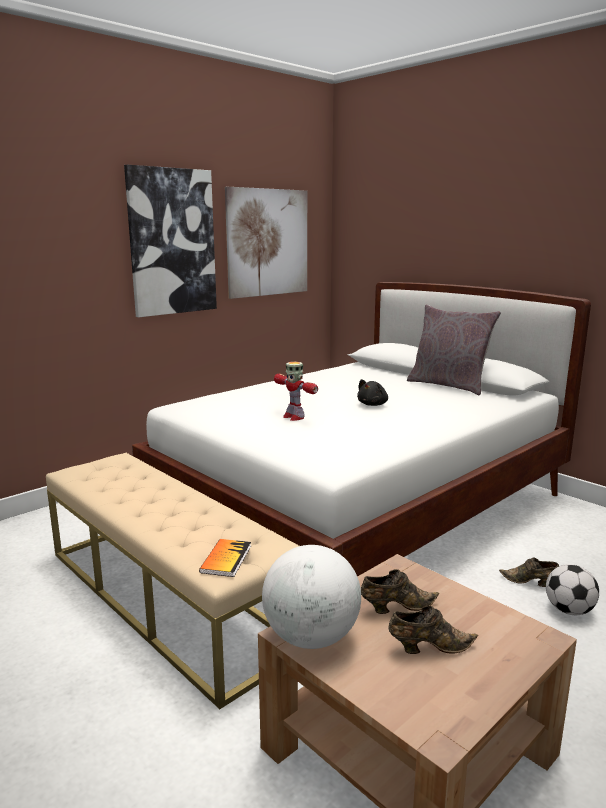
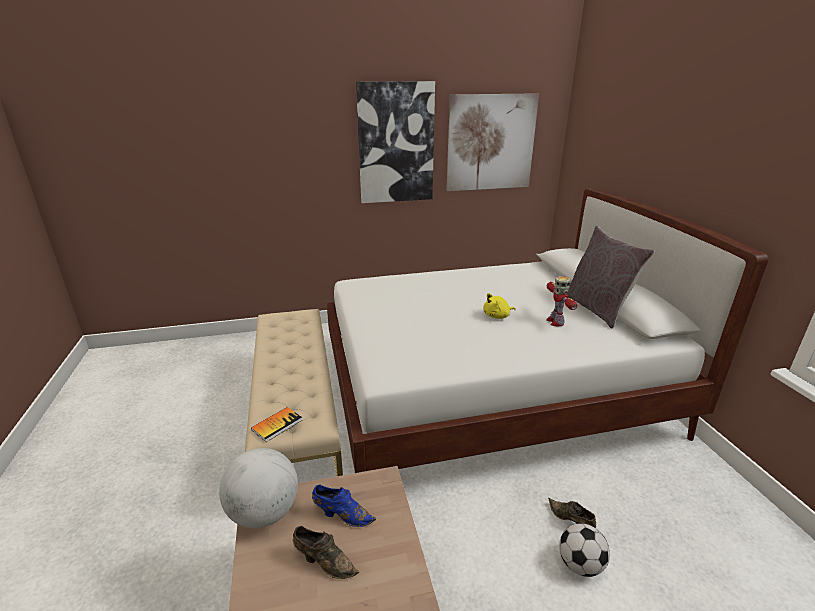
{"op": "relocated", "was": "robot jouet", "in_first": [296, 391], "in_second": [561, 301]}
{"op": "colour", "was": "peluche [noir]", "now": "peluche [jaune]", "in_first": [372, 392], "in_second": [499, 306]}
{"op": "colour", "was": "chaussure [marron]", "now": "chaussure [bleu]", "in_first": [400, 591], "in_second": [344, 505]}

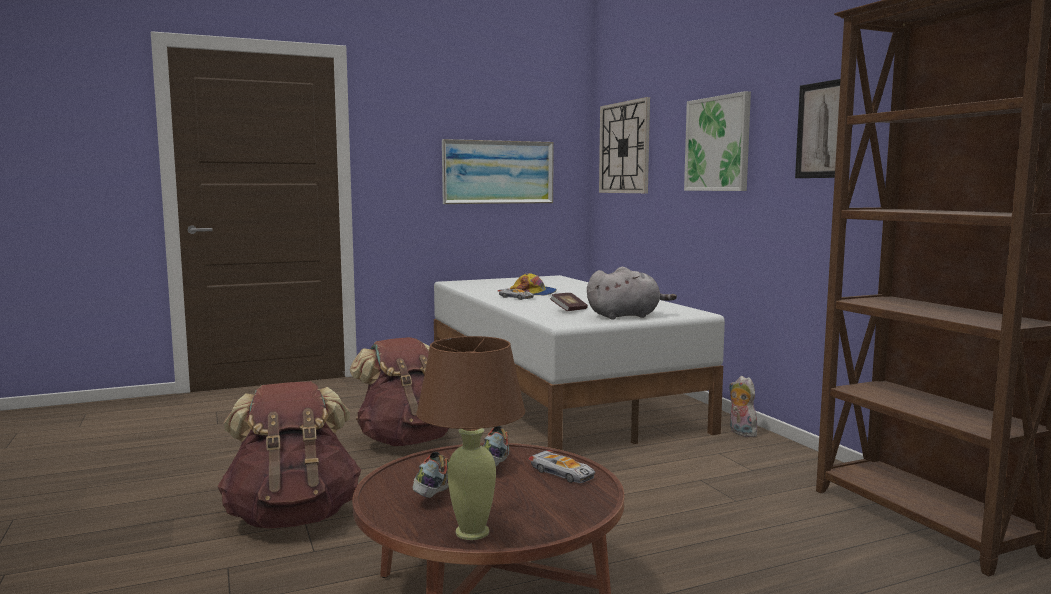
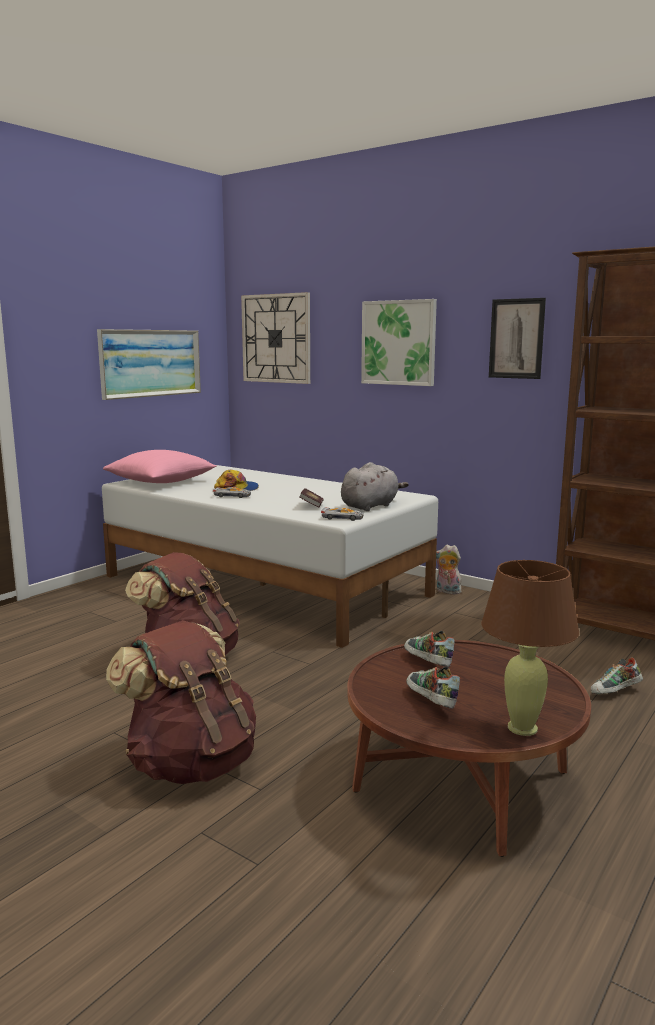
{"op": "relocated", "was": "petite voiture", "in_first": [561, 466], "in_second": [342, 514]}
{"op": "appeared", "now": "coussin [rose]", "in_second": [160, 466]}
{"op": "appeared", "now": "chaussure", "in_second": [617, 675]}

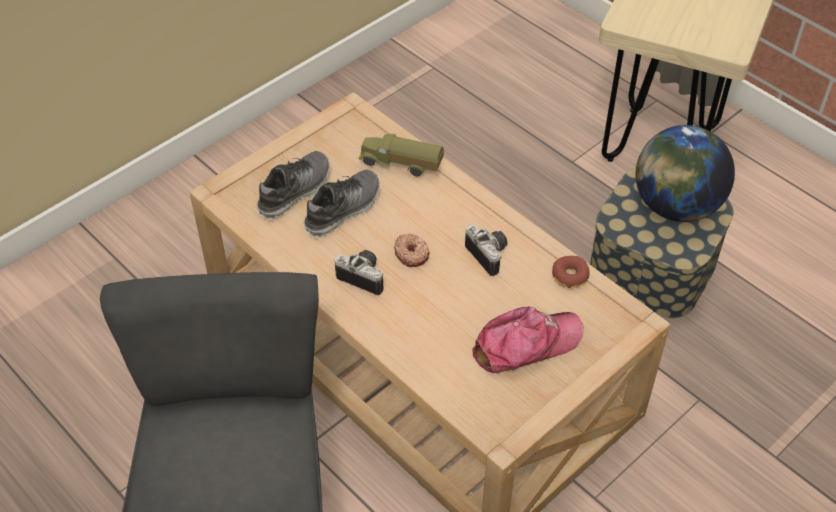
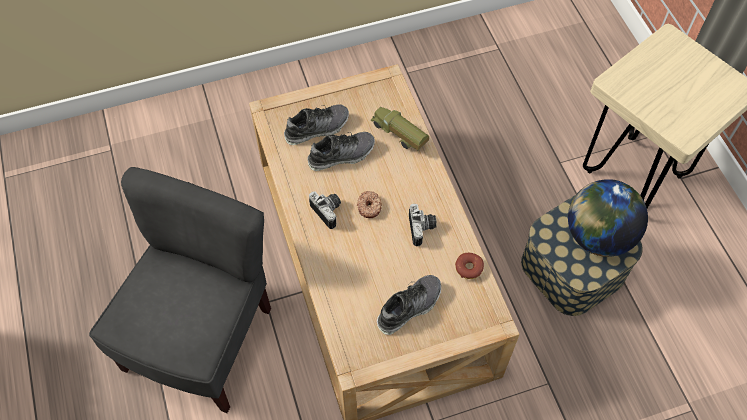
{"op": "exchanged", "was": "casquette", "now": "chaussure", "in_first": [528, 340], "in_second": [409, 305]}

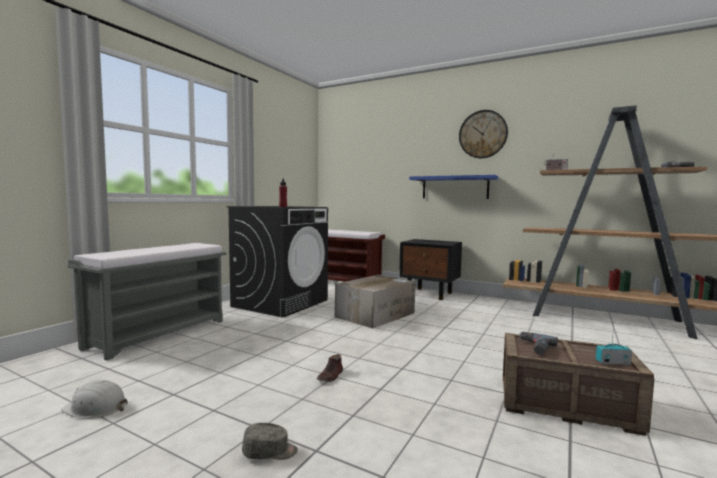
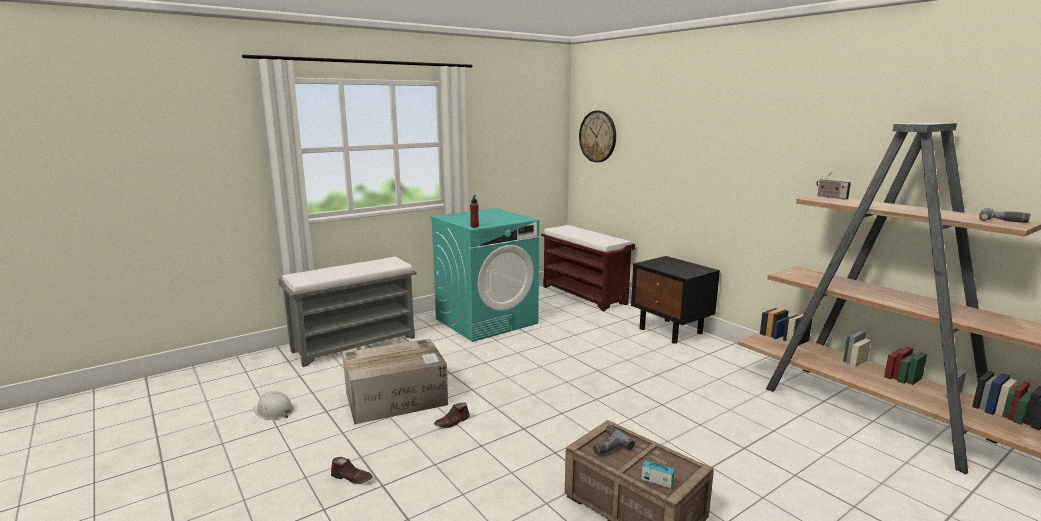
{"op": "colour", "was": "lave-linge [noir]", "now": "lave-linge [turquoise]", "in_first": [277, 262], "in_second": [484, 275]}
{"op": "exchanged", "was": "casquette [gris]", "now": "chaussure [marron]", "in_first": [270, 441], "in_second": [352, 470]}
{"op": "relocated", "was": "carton", "in_first": [375, 302], "in_second": [395, 381]}
{"op": "missing", "was": "étagère [bleu]", "in_first": [454, 187]}
{"op": "relocated", "was": "horloge murale", "in_first": [483, 134], "in_second": [597, 136]}

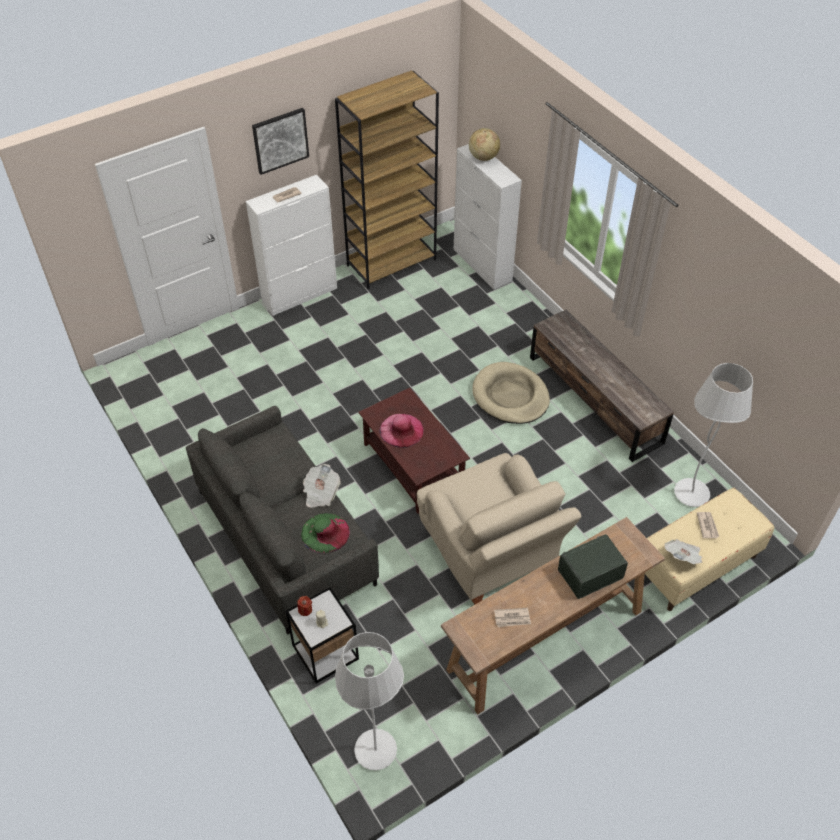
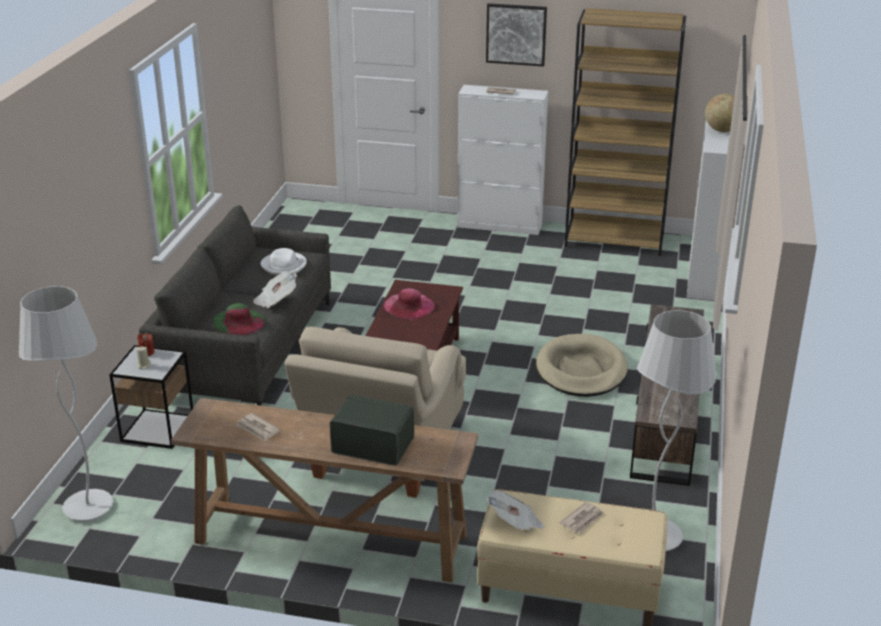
{"op": "appeared", "now": "chapeau [blanc]", "in_second": [284, 261]}

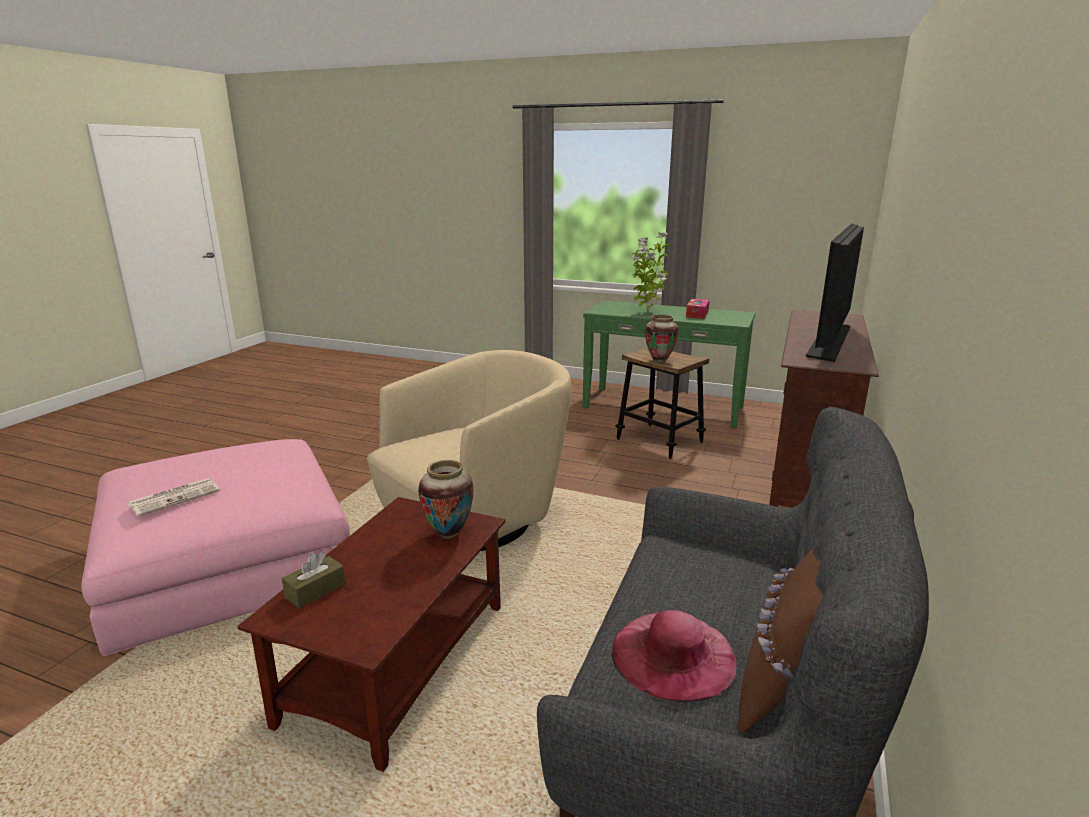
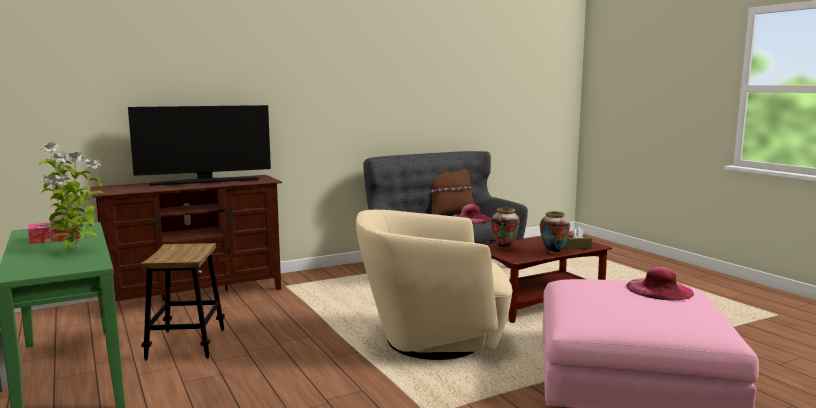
{"op": "exchanged", "was": "journal", "now": "chapeau [rose]", "in_first": [174, 497], "in_second": [660, 283]}
{"op": "relocated", "was": "vase", "in_first": [662, 338], "in_second": [555, 232]}

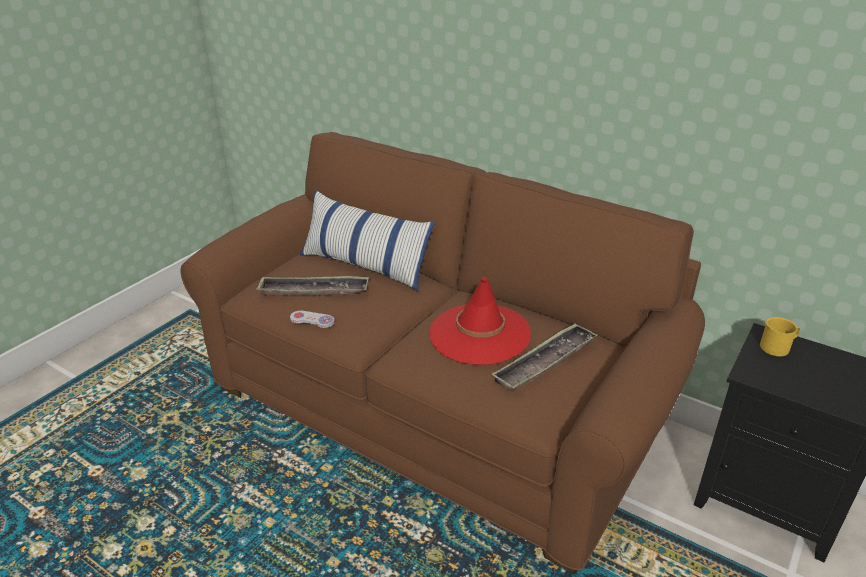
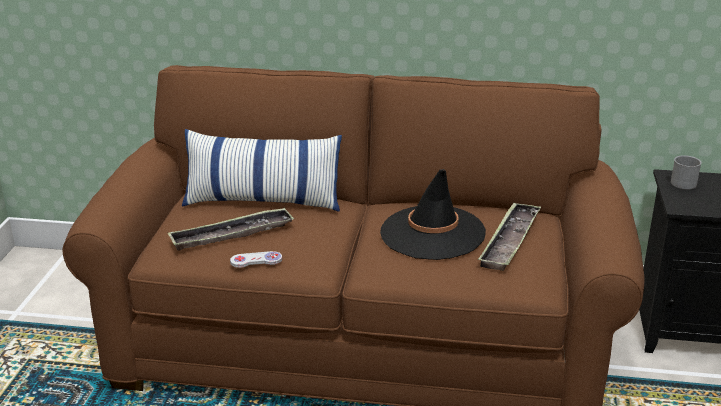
{"op": "colour", "was": "chapeau [rouge]", "now": "chapeau [noir]", "in_first": [480, 321], "in_second": [433, 214]}
{"op": "colour", "was": "mug [jaune]", "now": "mug [gris]", "in_first": [780, 337], "in_second": [686, 172]}

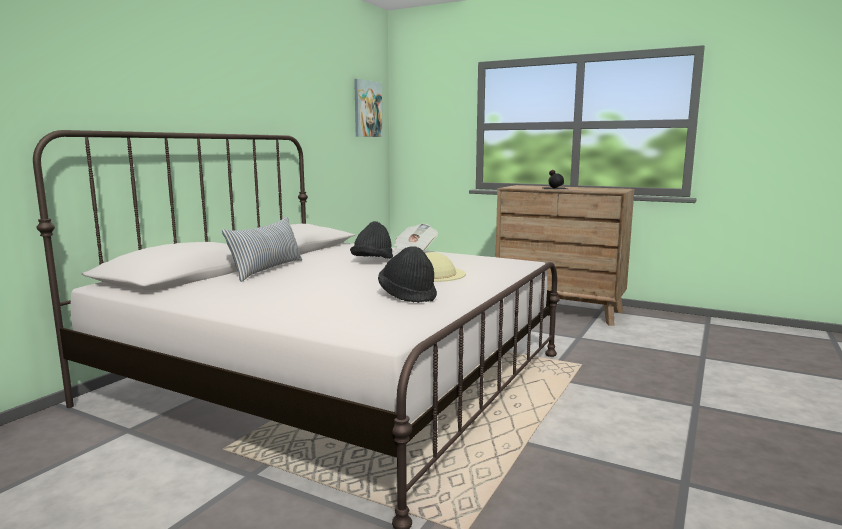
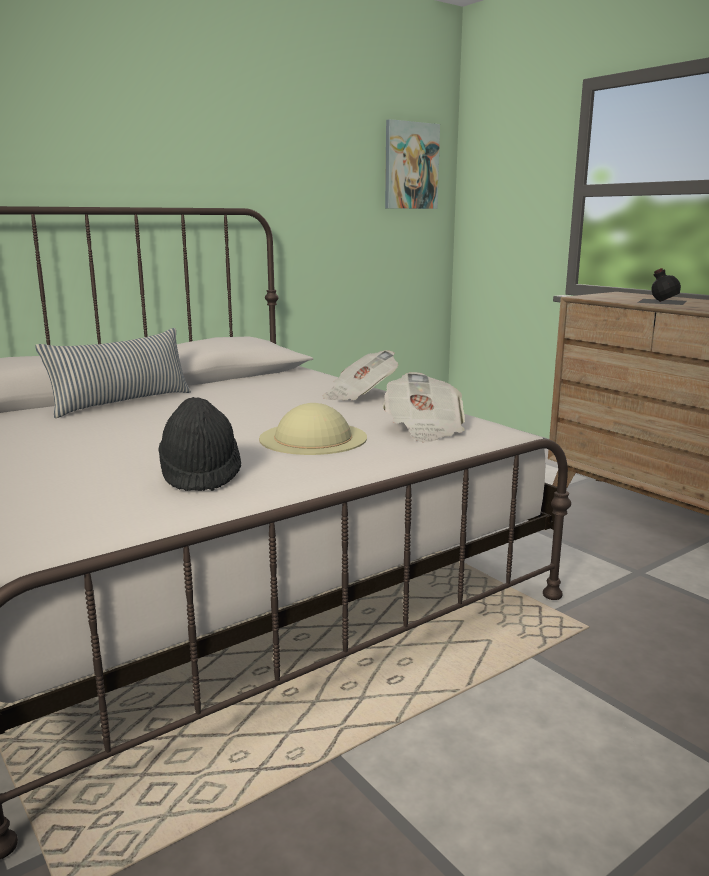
{"op": "missing", "was": "chapeau [noir]", "in_first": [371, 240]}
{"op": "appeared", "now": "journal", "in_second": [424, 407]}

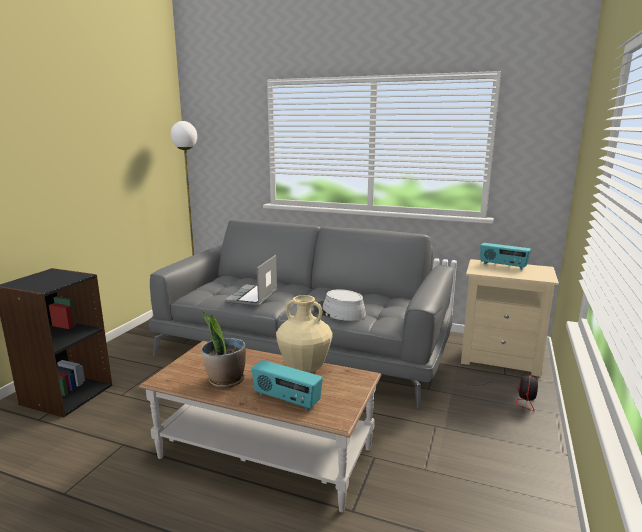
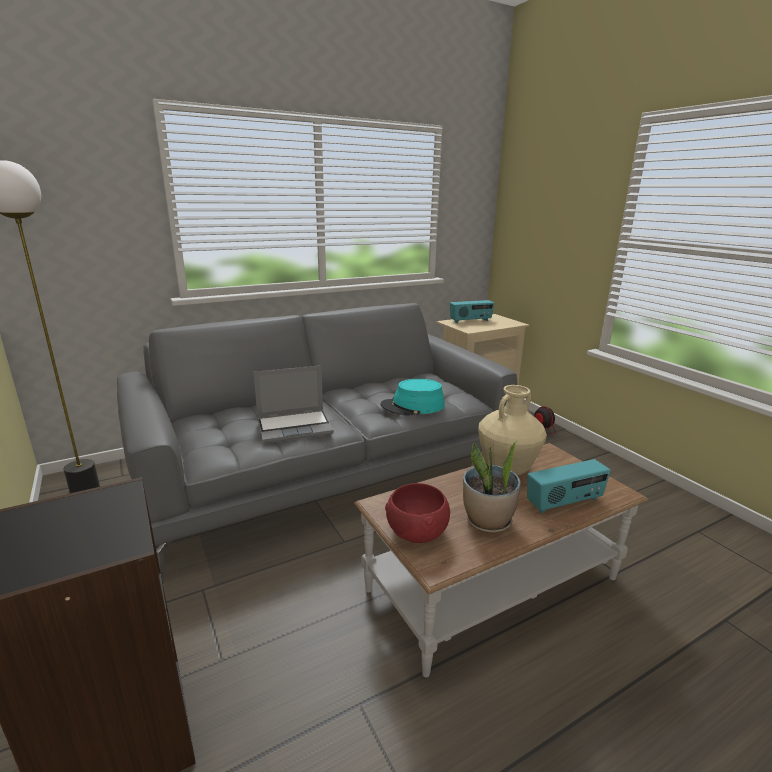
{"op": "spun", "was": "ordinateur portable", "in_first": [251, 280], "in_second": [293, 404], "clockwise": -75}
{"op": "colour", "was": "chapeau [gris]", "now": "chapeau [turquoise]", "in_first": [339, 305], "in_second": [412, 397]}
{"op": "appeared", "now": "bol [rouge]", "in_second": [417, 513]}

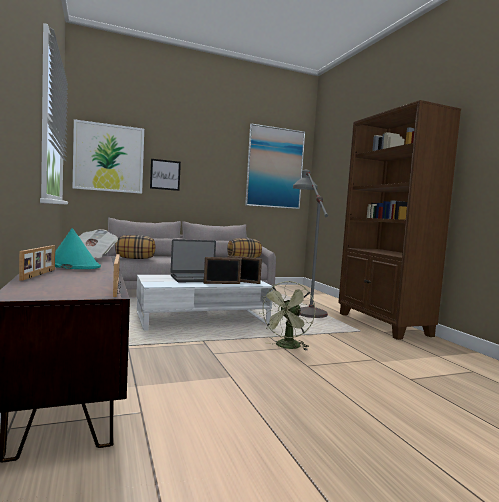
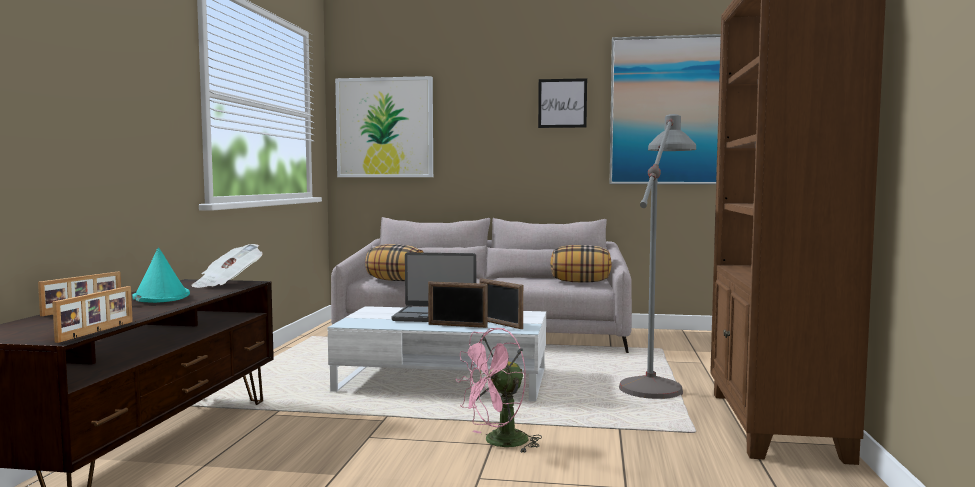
{"op": "relocated", "was": "tableau", "in_first": [165, 175], "in_second": [562, 103]}
{"op": "colour", "was": "ventilateur [vert]", "now": "ventilateur [rose]", "in_first": [287, 316], "in_second": [499, 390]}

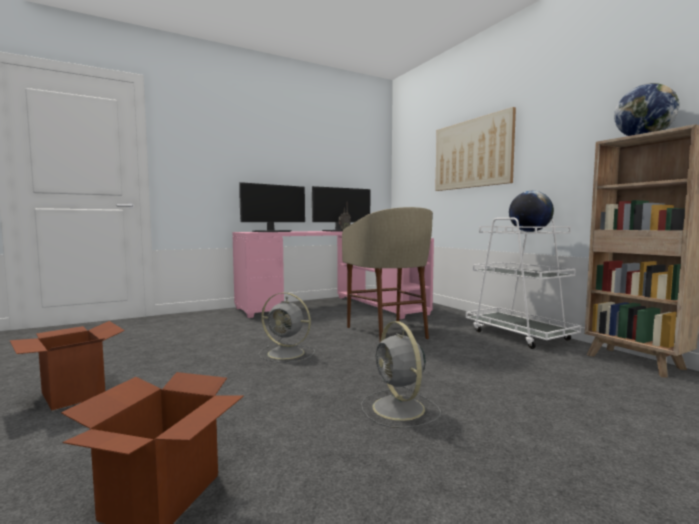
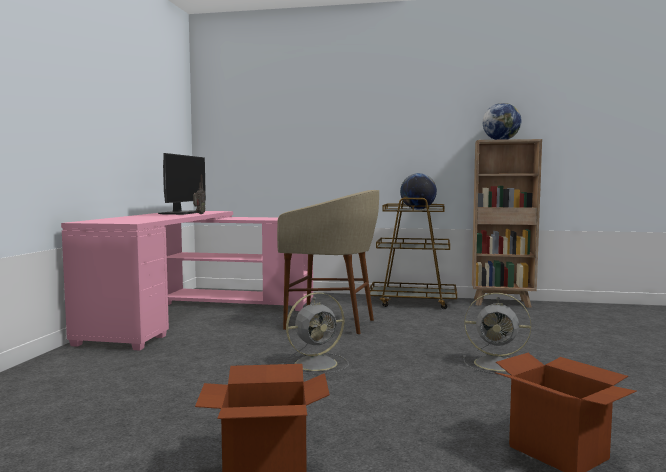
{"op": "missing", "was": "écran d'ordinateur", "in_first": [272, 207]}
{"op": "missing", "was": "tableau", "in_first": [475, 149]}
{"op": "colour", "was": "chariot [blanc]", "now": "chariot [marron]", "in_first": [523, 283], "in_second": [413, 253]}

